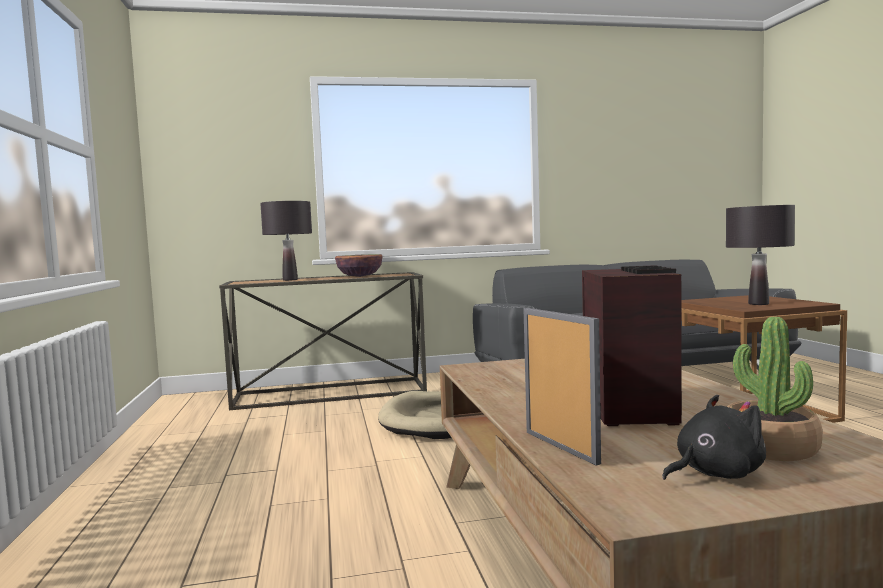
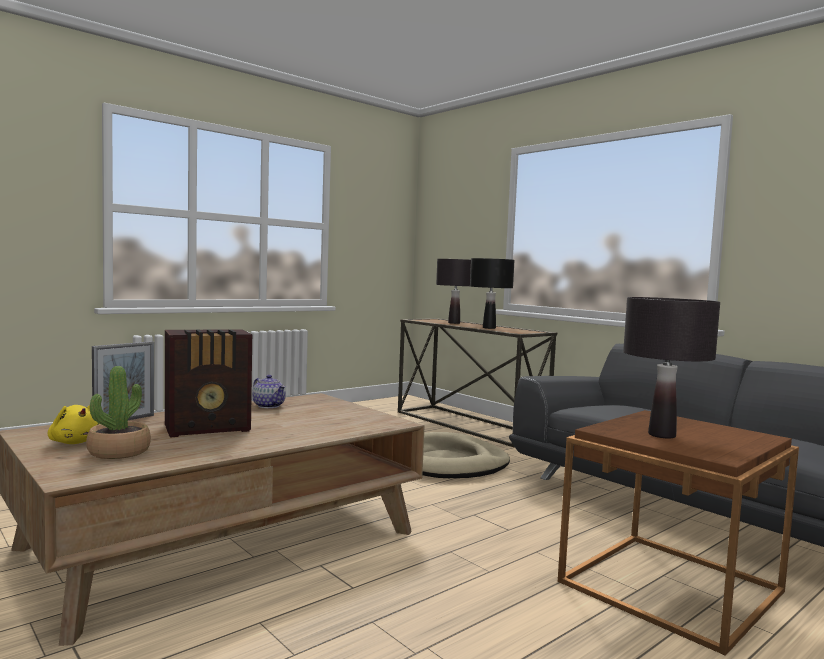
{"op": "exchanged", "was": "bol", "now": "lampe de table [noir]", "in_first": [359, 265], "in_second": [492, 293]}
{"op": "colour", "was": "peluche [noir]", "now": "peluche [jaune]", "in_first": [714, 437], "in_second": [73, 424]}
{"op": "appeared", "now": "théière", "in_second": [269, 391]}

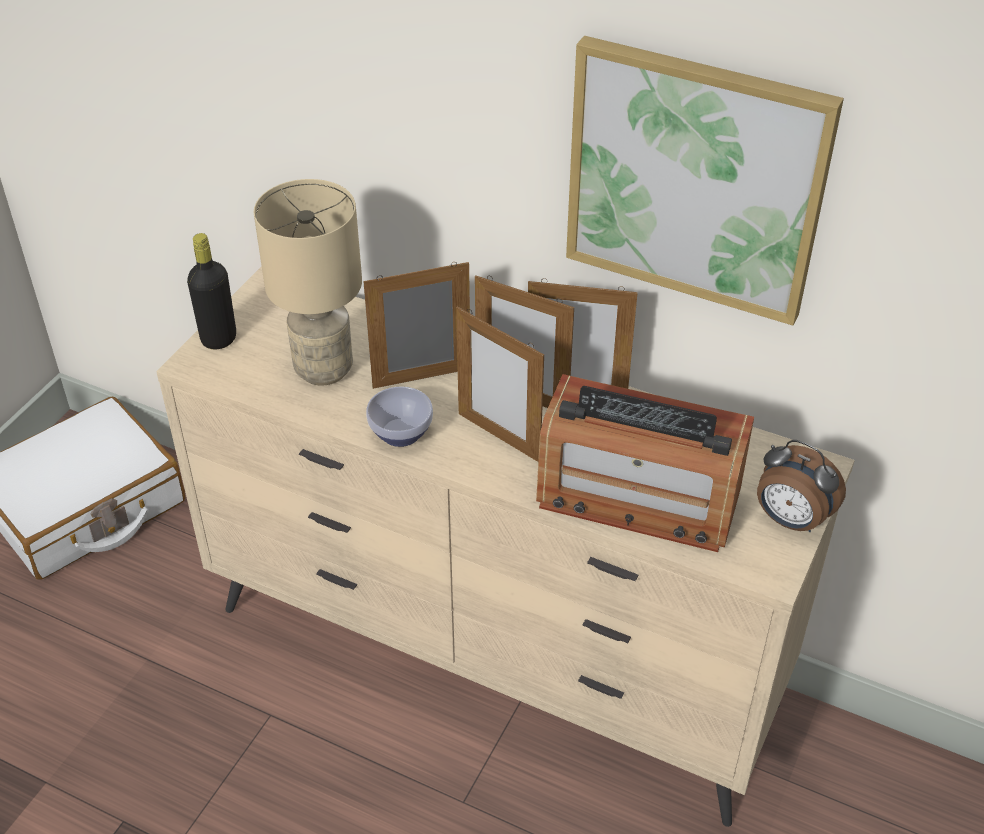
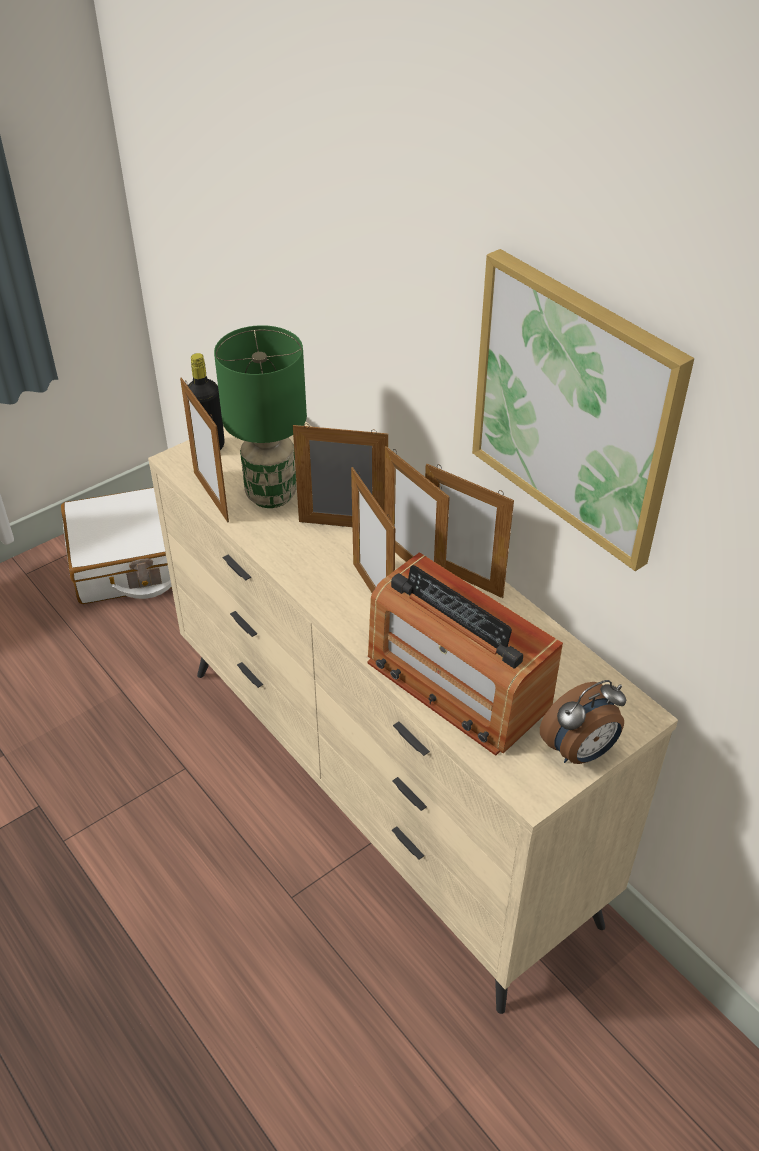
{"op": "colour", "was": "lampe de table [beige]", "now": "lampe de table [vert]", "in_first": [308, 282], "in_second": [260, 416]}
{"op": "missing", "was": "bol", "in_first": [399, 416]}
{"op": "spun", "was": "réveil", "in_first": [801, 486], "in_second": [583, 722], "clockwise": -90}
{"op": "appeared", "now": "cadre photo", "in_second": [204, 450]}

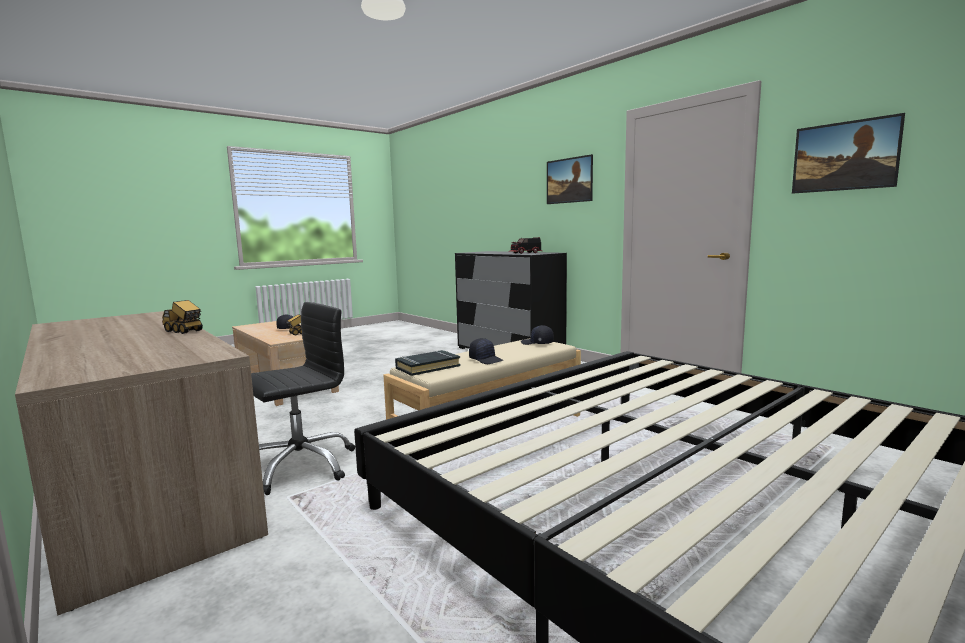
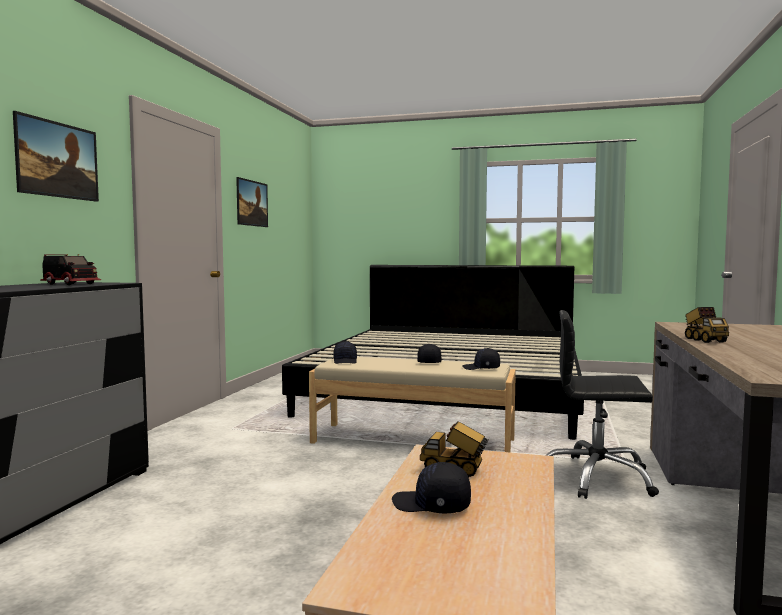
{"op": "exchanged", "was": "livre [noir]", "now": "casquette [noir]", "in_first": [427, 363], "in_second": [481, 359]}

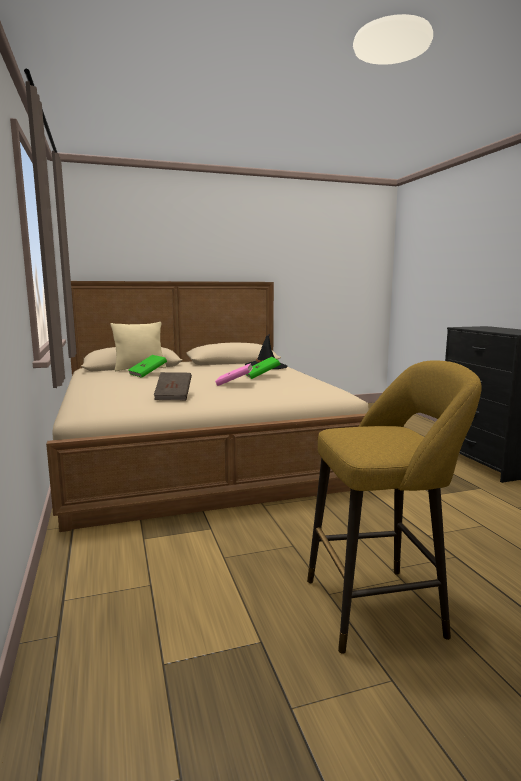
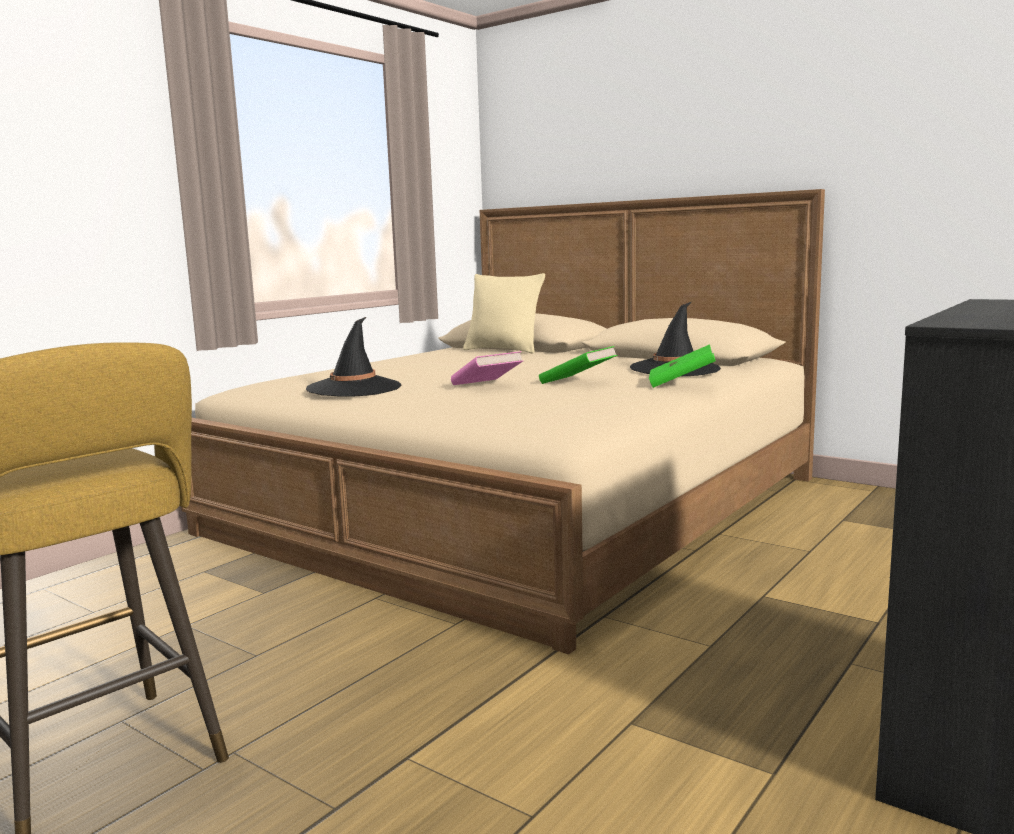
{"op": "relocated", "was": "livre [vert]", "in_first": [147, 366], "in_second": [682, 366]}
{"op": "exchanged", "was": "livre [marron]", "now": "chapeau [noir]", "in_first": [173, 386], "in_second": [353, 357]}

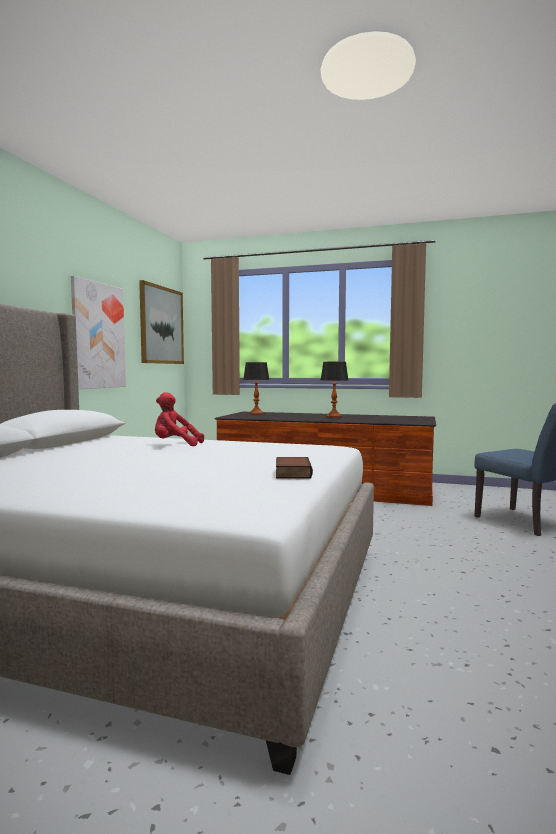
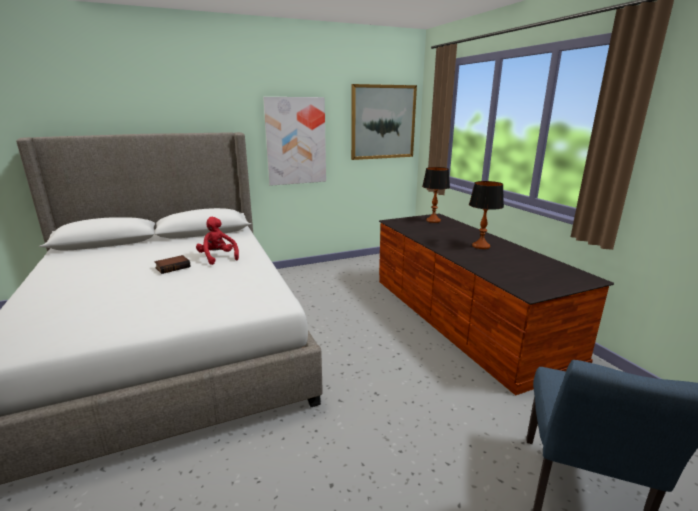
{"op": "relocated", "was": "livre", "in_first": [294, 467], "in_second": [172, 264]}

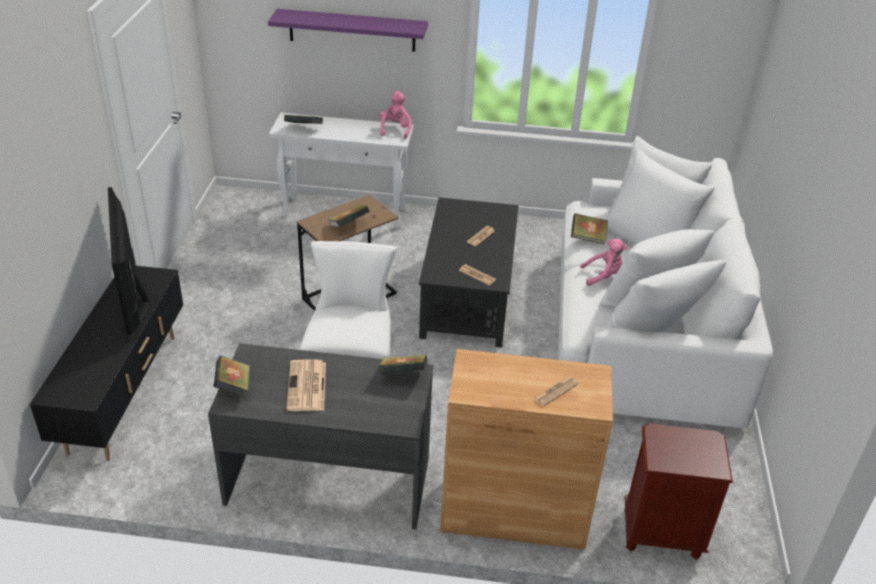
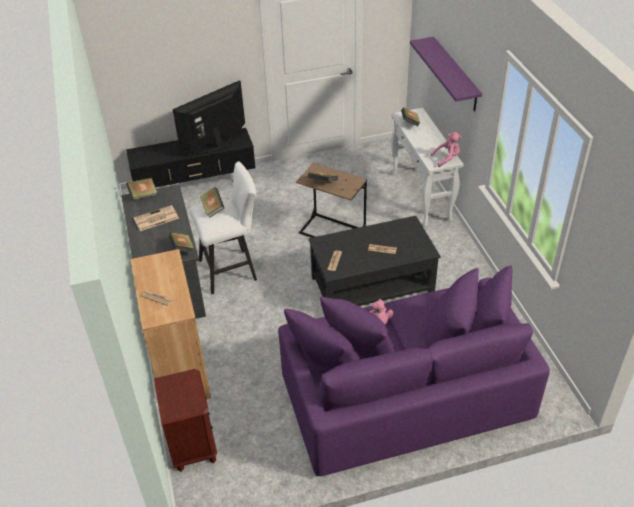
{"op": "colour", "was": "canapé [blanc]", "now": "canapé [violet]", "in_first": [665, 282], "in_second": [414, 370]}
{"op": "relocated", "was": "livre", "in_first": [589, 228], "in_second": [212, 202]}

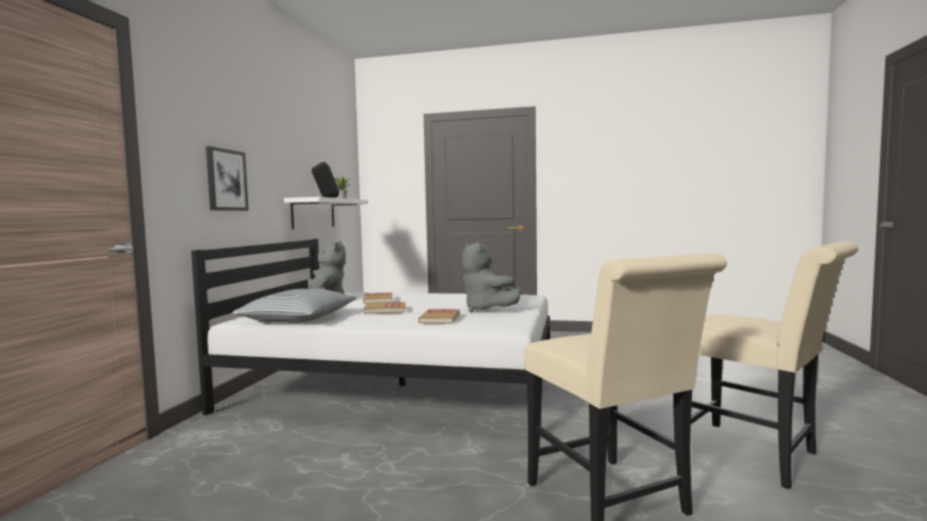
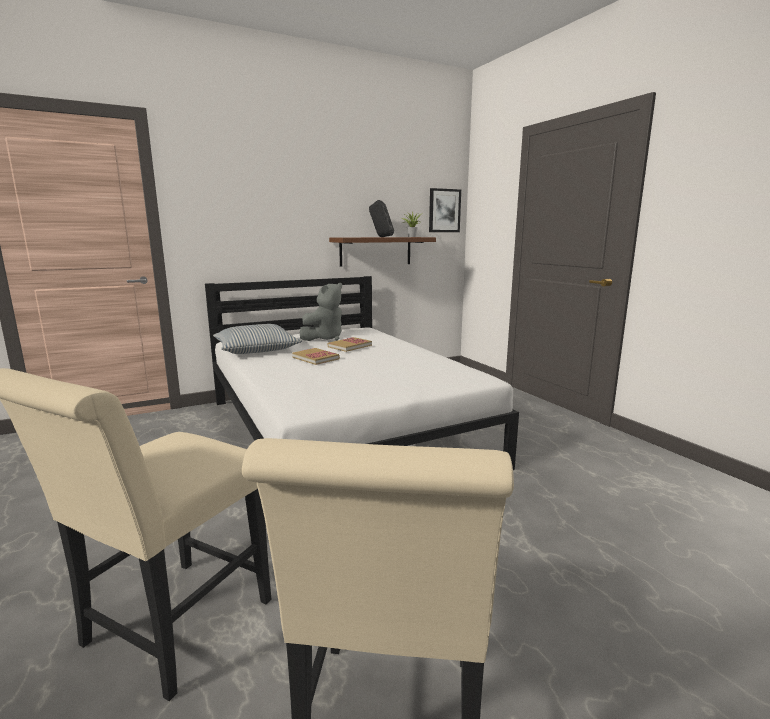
{"op": "relocated", "was": "tableau", "in_first": [227, 178], "in_second": [445, 210]}
{"op": "colour", "was": "étagère [blanc]", "now": "étagère [marron]", "in_first": [325, 213], "in_second": [382, 252]}
{"op": "missing", "was": "livre", "in_first": [439, 316]}
{"op": "missing", "was": "peluche [gris]", "in_first": [491, 277]}

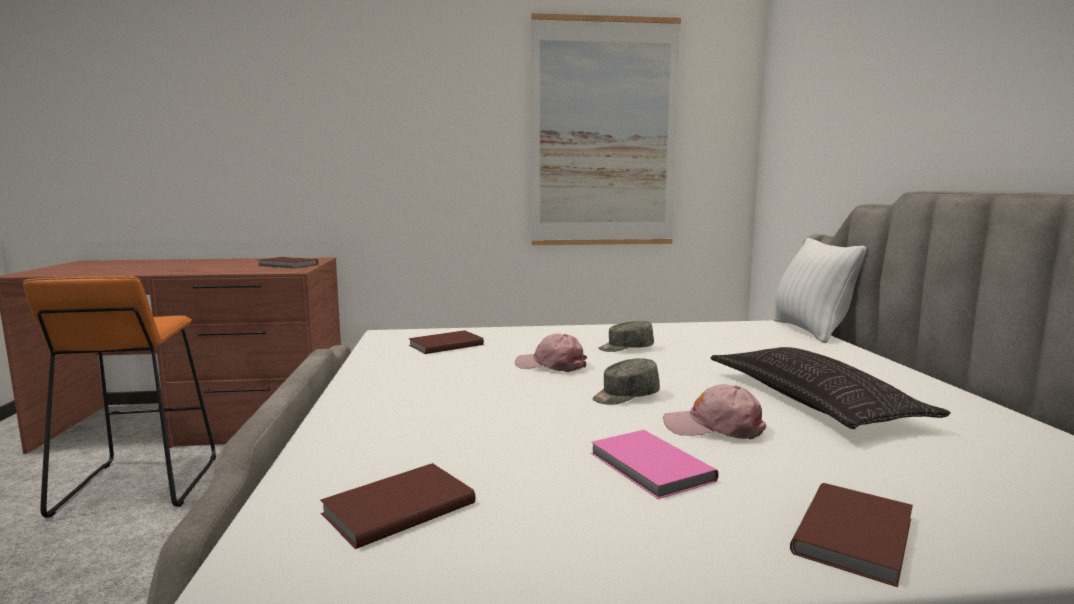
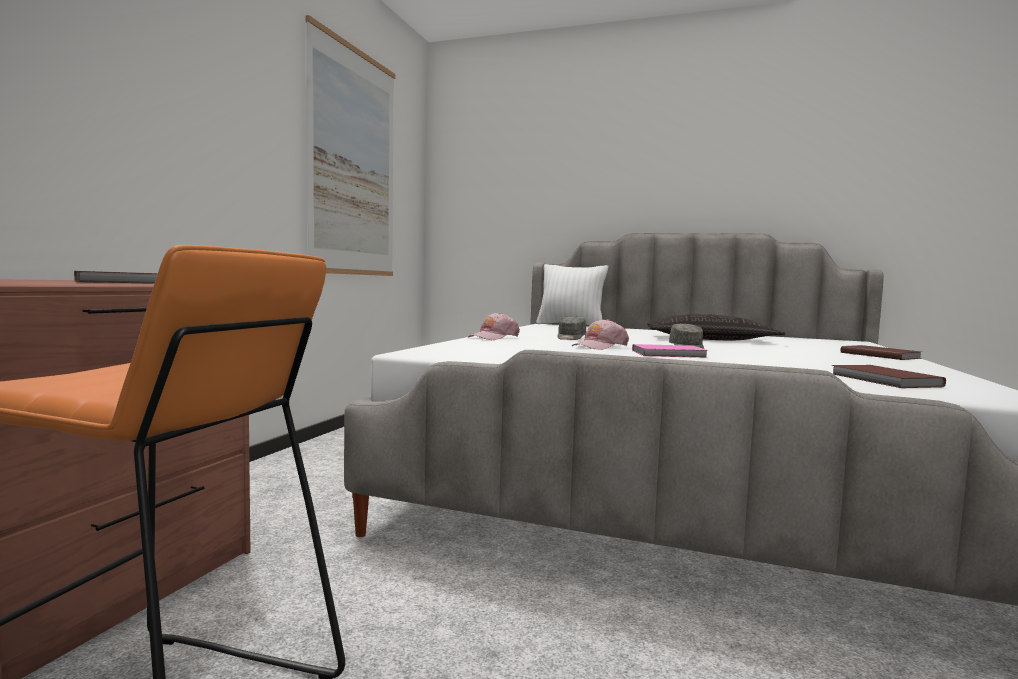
{"op": "missing", "was": "livre [marron]", "in_first": [446, 342]}
{"op": "relocated", "was": "livre [rose]", "in_first": [655, 464], "in_second": [670, 351]}
{"op": "relocated", "was": "casquette [rose]", "in_first": [714, 412], "in_second": [494, 326]}

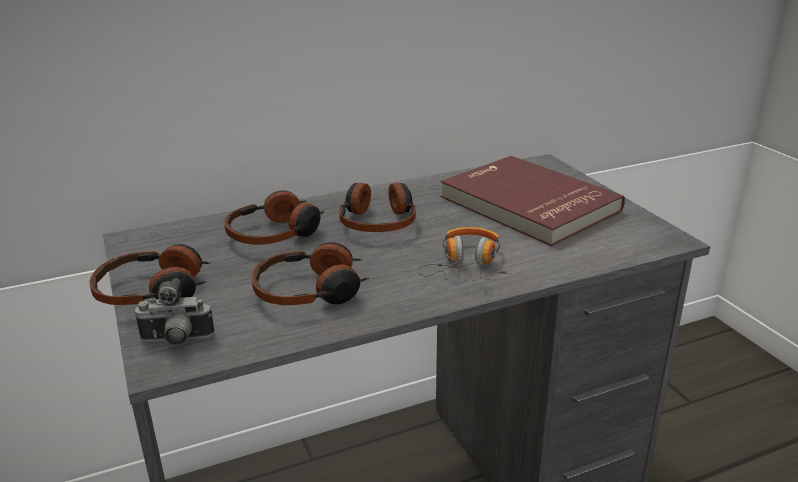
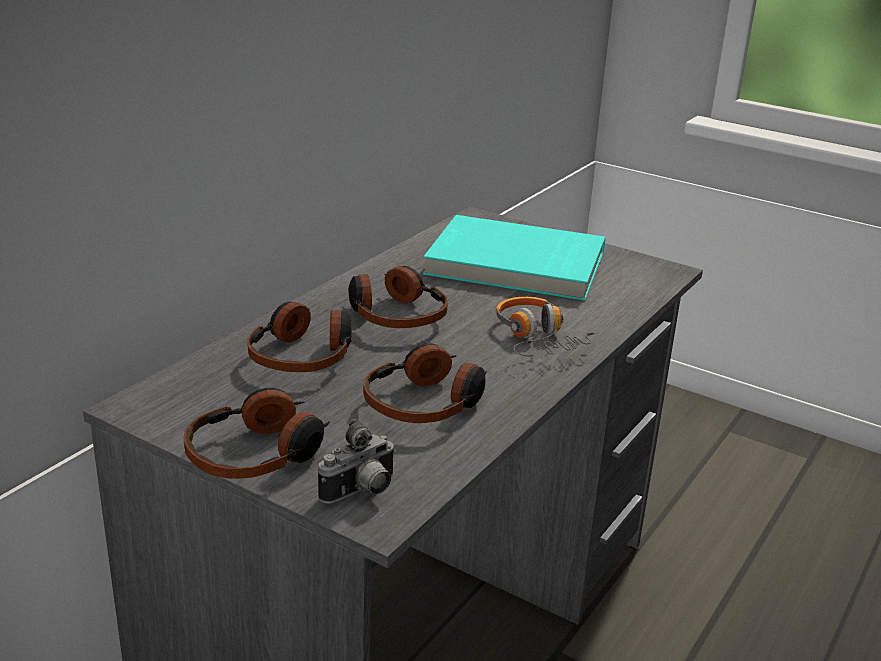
{"op": "colour", "was": "livre [rouge]", "now": "livre [turquoise]", "in_first": [532, 201], "in_second": [514, 258]}

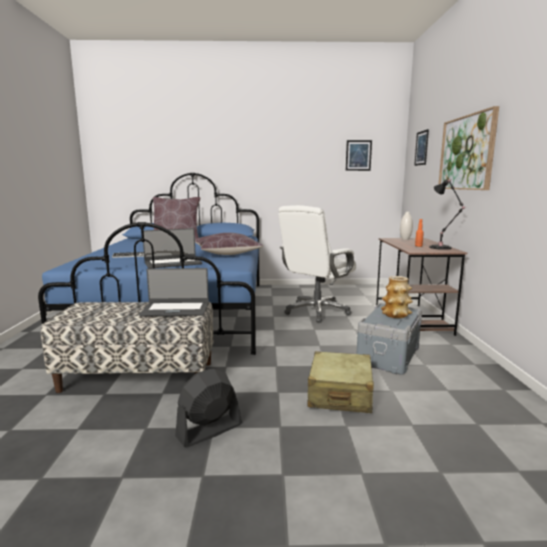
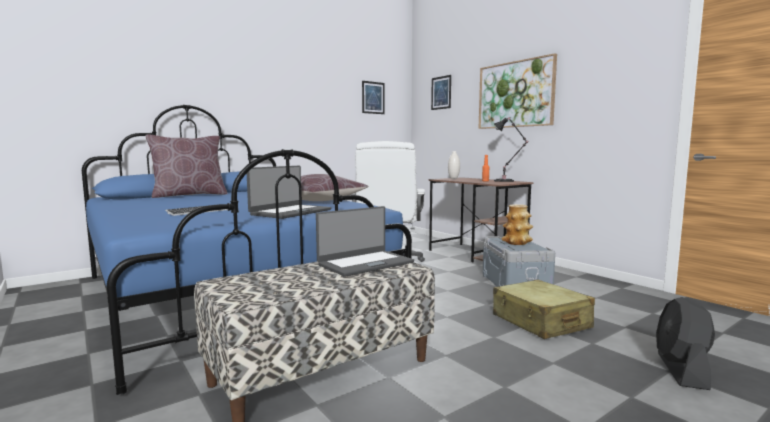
{"op": "relocated", "was": "ventilateur [noir]", "in_first": [208, 408], "in_second": [685, 343]}

